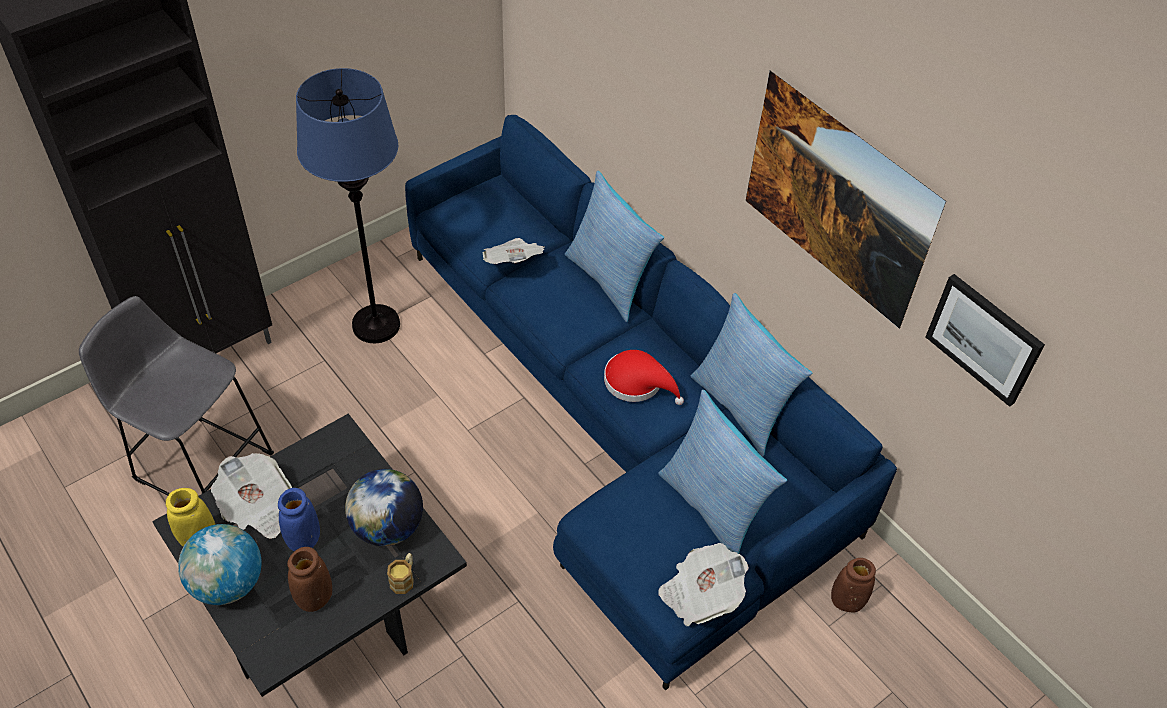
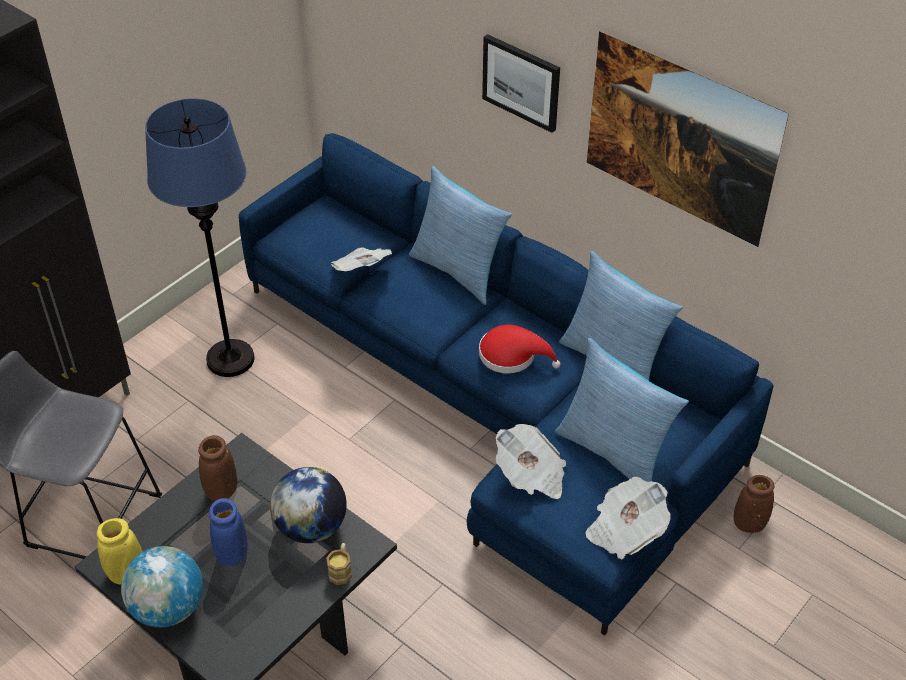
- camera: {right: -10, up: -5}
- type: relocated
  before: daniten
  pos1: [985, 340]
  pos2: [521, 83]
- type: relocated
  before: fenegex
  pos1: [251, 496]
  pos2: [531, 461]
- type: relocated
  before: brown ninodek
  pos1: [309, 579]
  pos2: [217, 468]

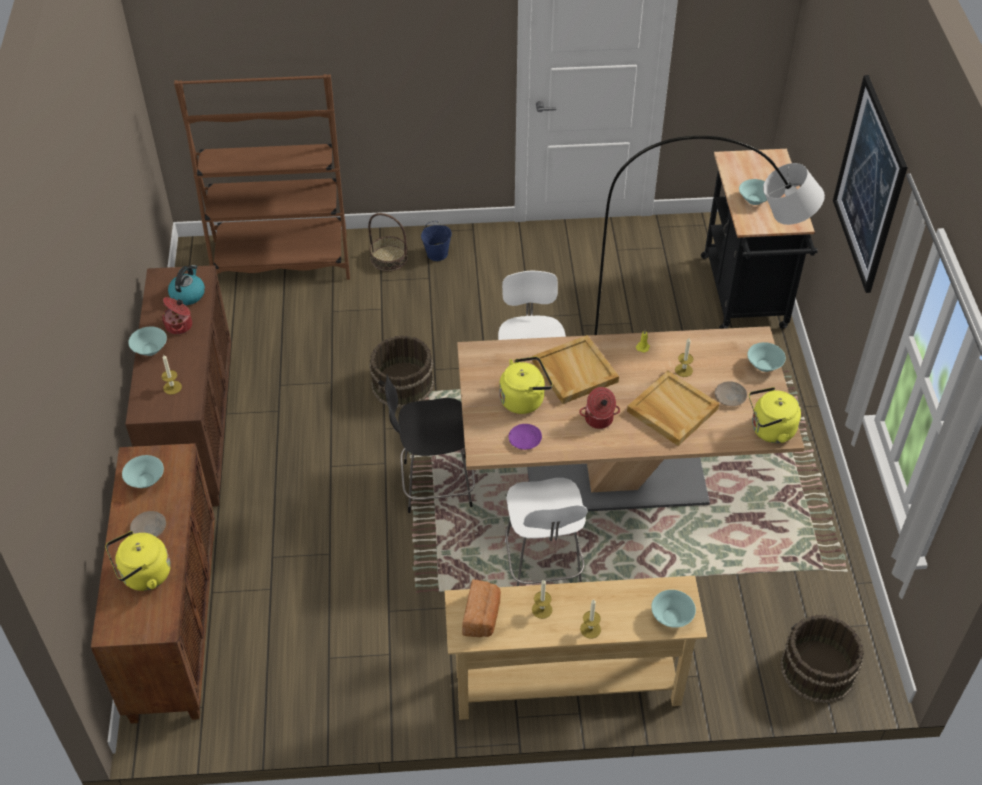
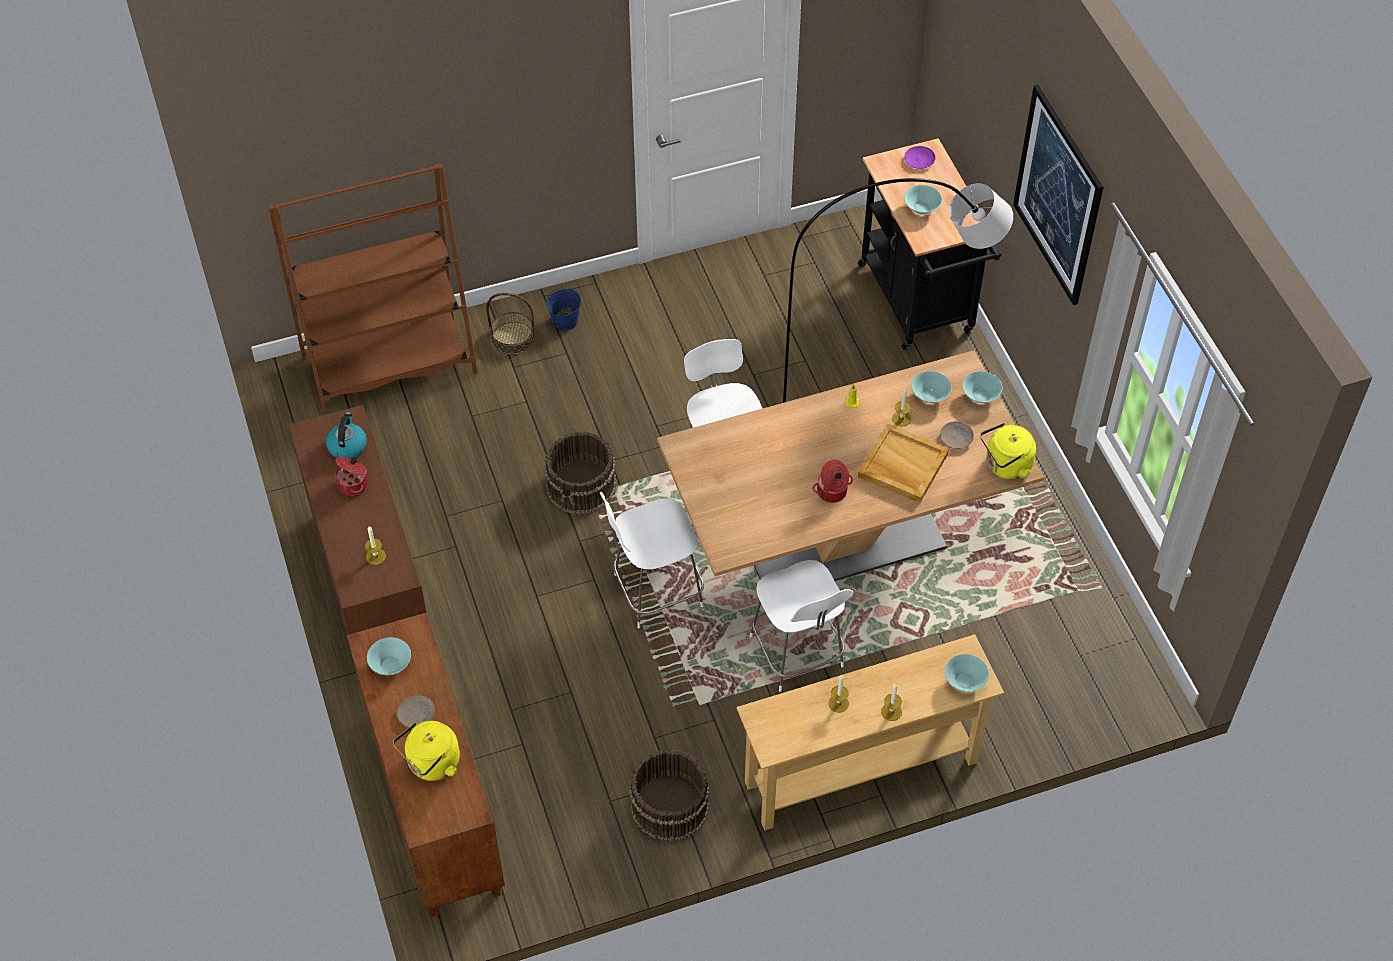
- camera: {right: -15, up: 5}
- type: relocated
  before: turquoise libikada
  pos1: [147, 341]
  pos2: [931, 387]
- type: missing
  before: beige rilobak
  pos1: [575, 369]
- type: missing
  before: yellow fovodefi
  pos1: [526, 385]
- type: colour
  before: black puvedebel
  after: white puvedebel
  pos1: [430, 443]
  pos2: [652, 560]
- type: relocated
  before: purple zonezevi
  pos1: [525, 437]
  pos2: [920, 157]
- type: missing
  before: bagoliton
  pos1: [481, 608]
- type: relocated
  before: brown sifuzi
  pos1: [822, 658]
  pos2: [669, 795]

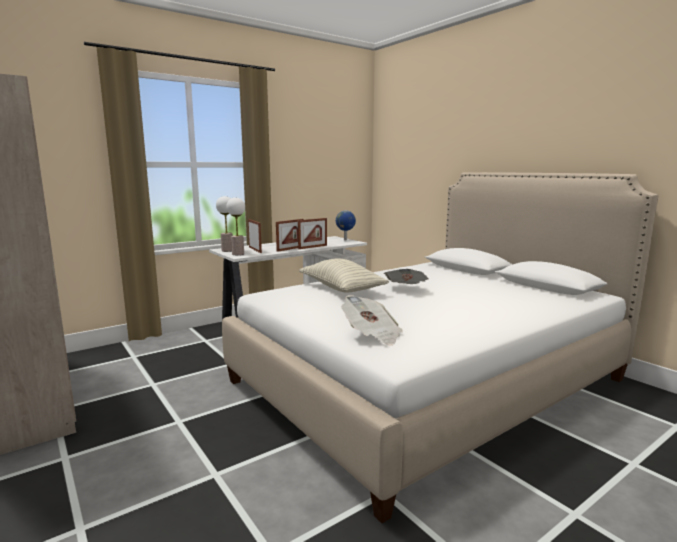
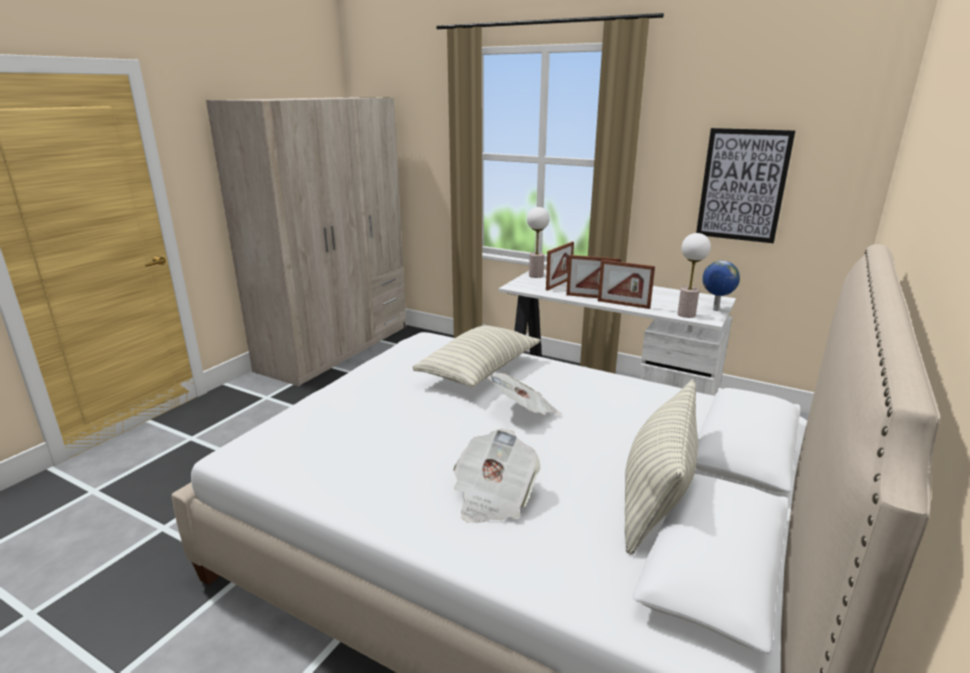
- camera: {right: 65, up: 10}
- type: relocated
  before: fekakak
  pos1: [235, 226]
  pos2: [694, 275]
- type: relocated
  before: fenegex
  pos1: [372, 320]
  pos2: [497, 476]
- type: appeared
  after: daniten
  pos2: [745, 185]
- type: appeared
  after: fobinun
  pos2: [661, 467]

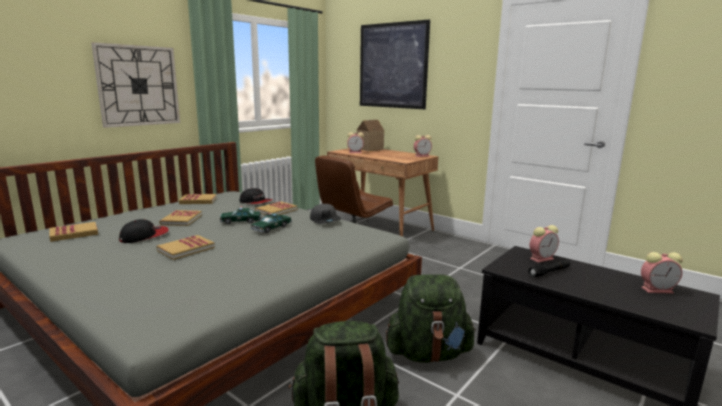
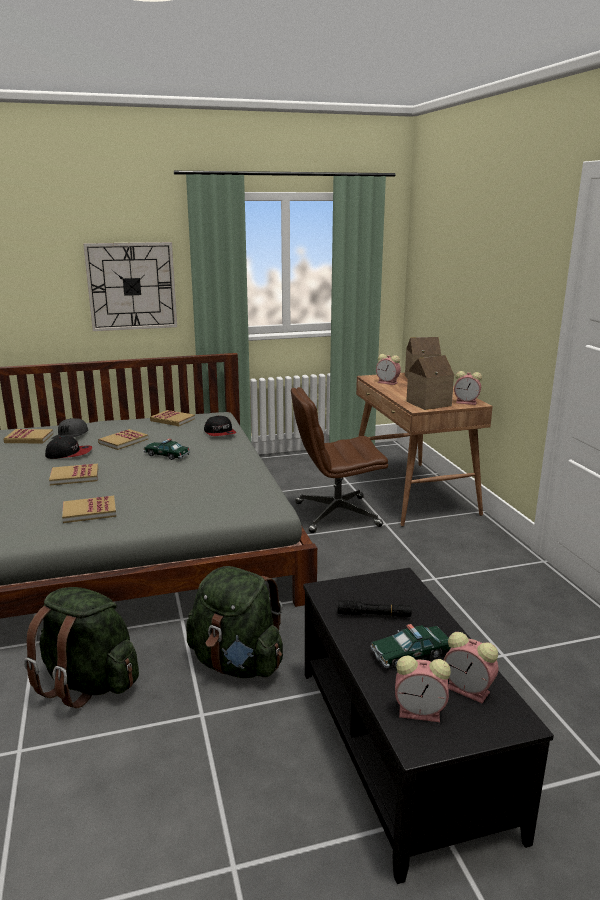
- camera: {right: 35, up: 5}
- type: missing
  before: daniten
  pos1: [395, 64]
- type: relocated
  before: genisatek
  pos1: [276, 208]
  pos2: [89, 509]
- type: relocated
  before: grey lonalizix
  pos1: [325, 214]
  pos2: [69, 428]
- type: relocated
  before: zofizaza
  pos1: [271, 223]
  pos2: [411, 646]
- type: relocated
  before: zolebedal
  pos1: [544, 244]
  pos2: [423, 688]
- type: appeared
  after: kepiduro
  pos2: [430, 382]

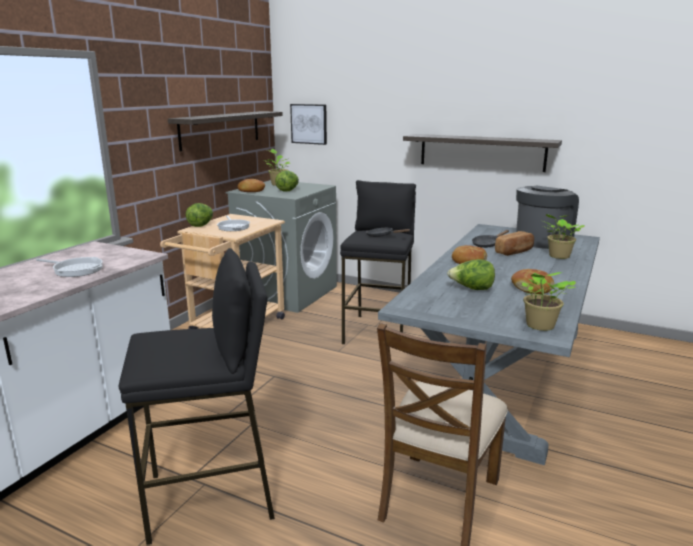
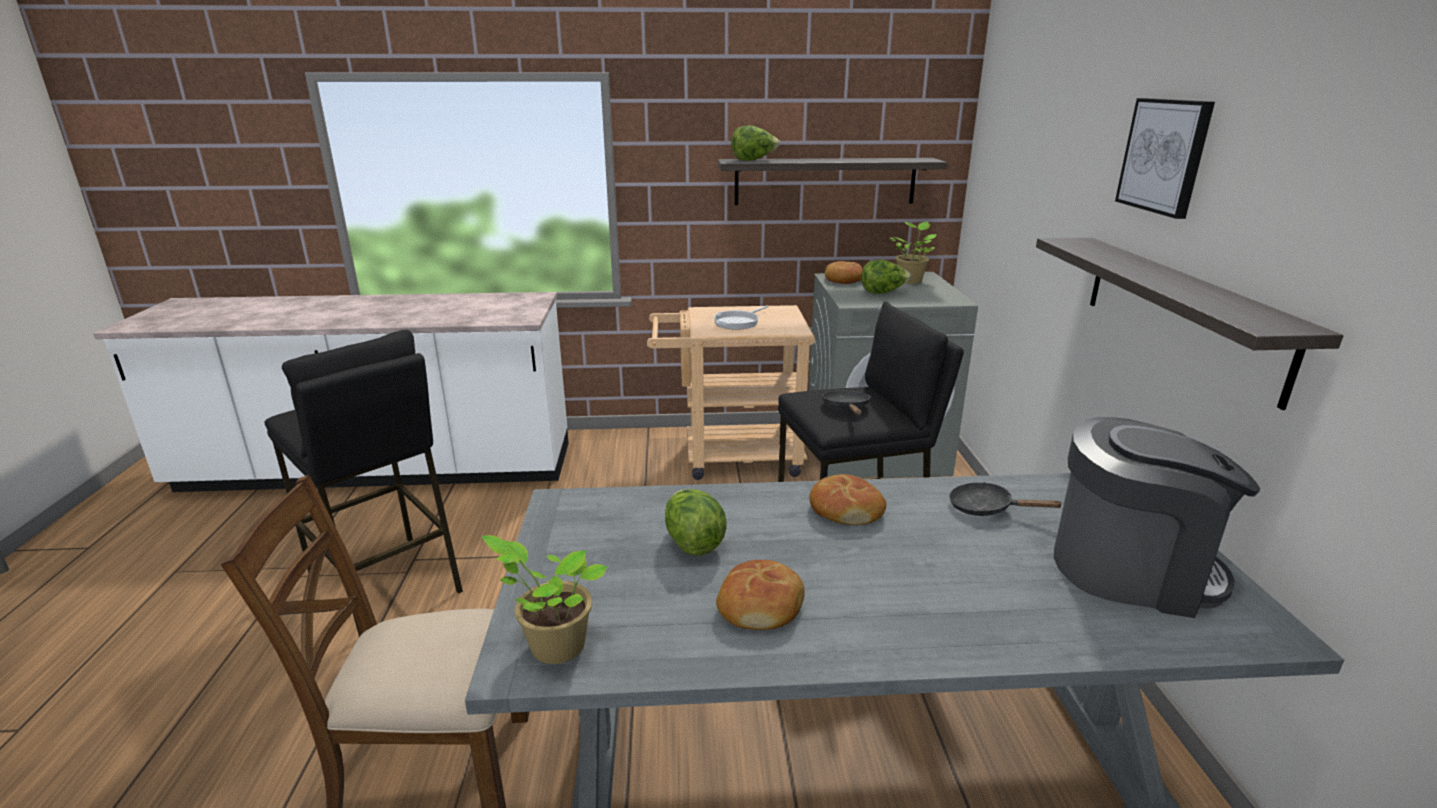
- camera: {right: 60, up: 5}
- type: relocated
  before: daniten
  pos1: [308, 124]
  pos2: [1165, 158]
- type: relocated
  before: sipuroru
  pos1: [199, 215]
  pos2: [755, 143]
- type: missing
  before: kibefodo
  pos1: [564, 236]
- type: missing
  before: bagoliton
  pos1: [514, 243]
- type: missing
  before: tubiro
  pos1: [69, 267]

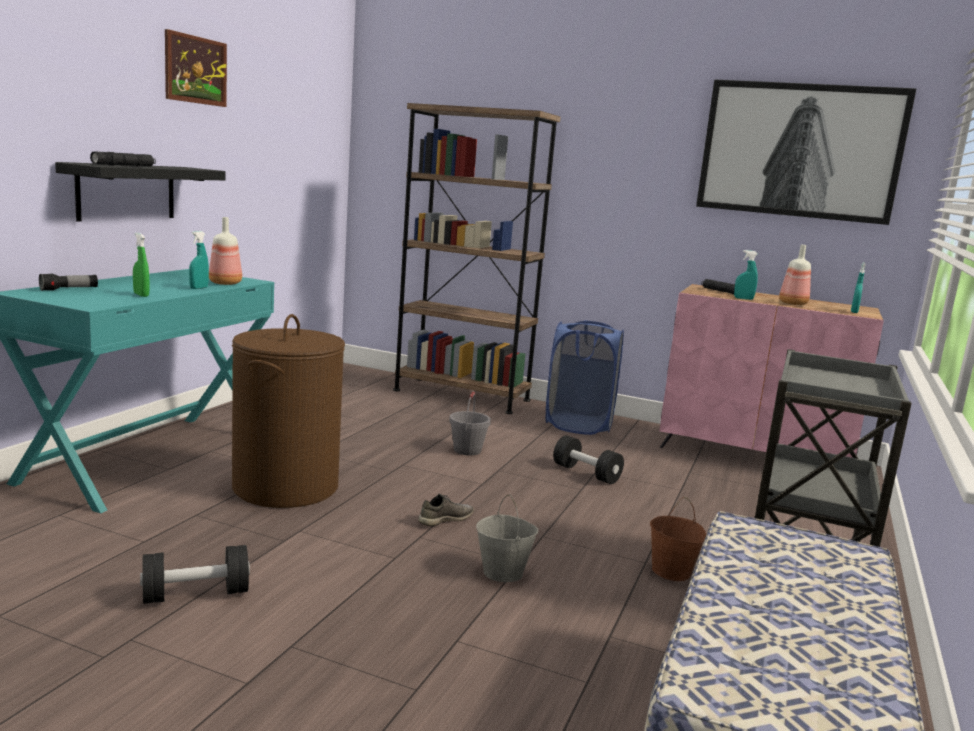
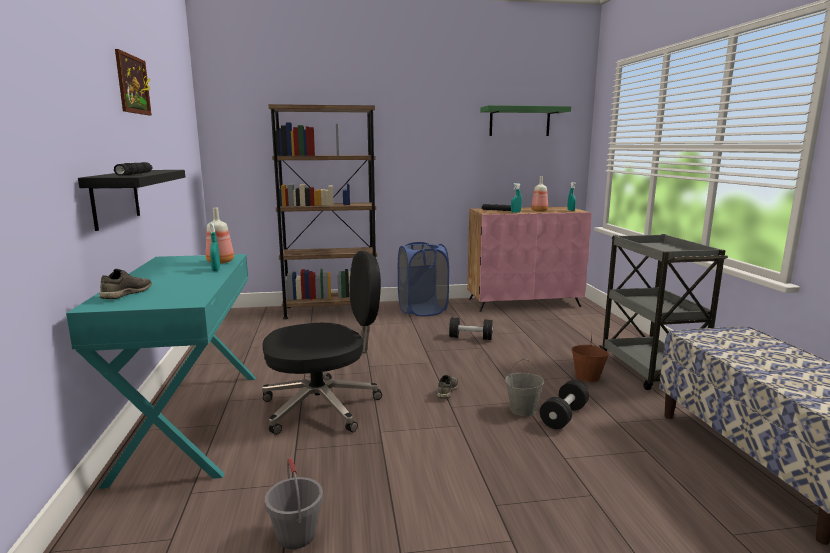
- camera: {right: -30, up: 0}
- type: exchanged
  before: daniten
  after: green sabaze
  pos1: [806, 152]
  pos2: [525, 120]
- type: missing
  before: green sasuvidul
  pos1: [141, 265]
- type: exchanged
  before: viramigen
  after: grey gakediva
  pos1: [68, 282]
  pos2: [125, 284]
- type: exchanged
  before: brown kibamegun
  after: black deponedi
  pos1: [288, 411]
  pos2: [322, 343]
- type: relocated
  before: grey sifuzi
  pos1: [470, 423]
  pos2: [294, 503]
- type: relocated
  before: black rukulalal
  pos1: [195, 574]
  pos2: [564, 404]

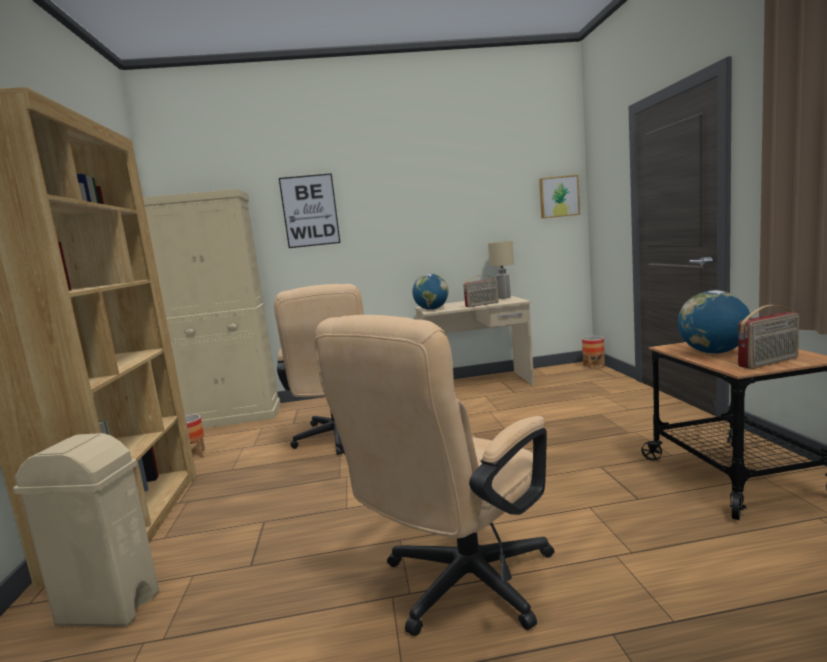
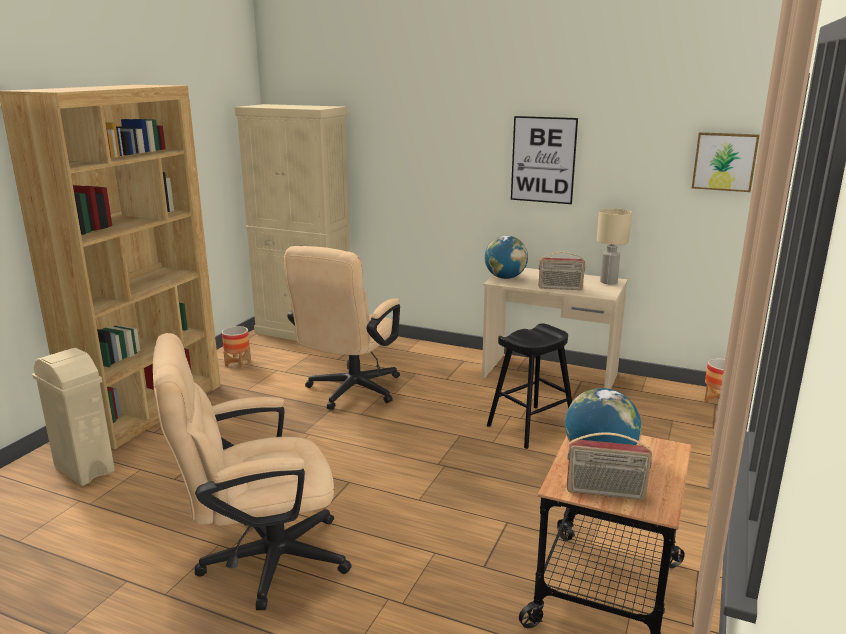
- camera: {right: 30, up: 10}
- type: relocated
  before: daniten
  pos1: [310, 210]
  pos2: [544, 160]
- type: appeared
  after: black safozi
  pos2: [529, 386]

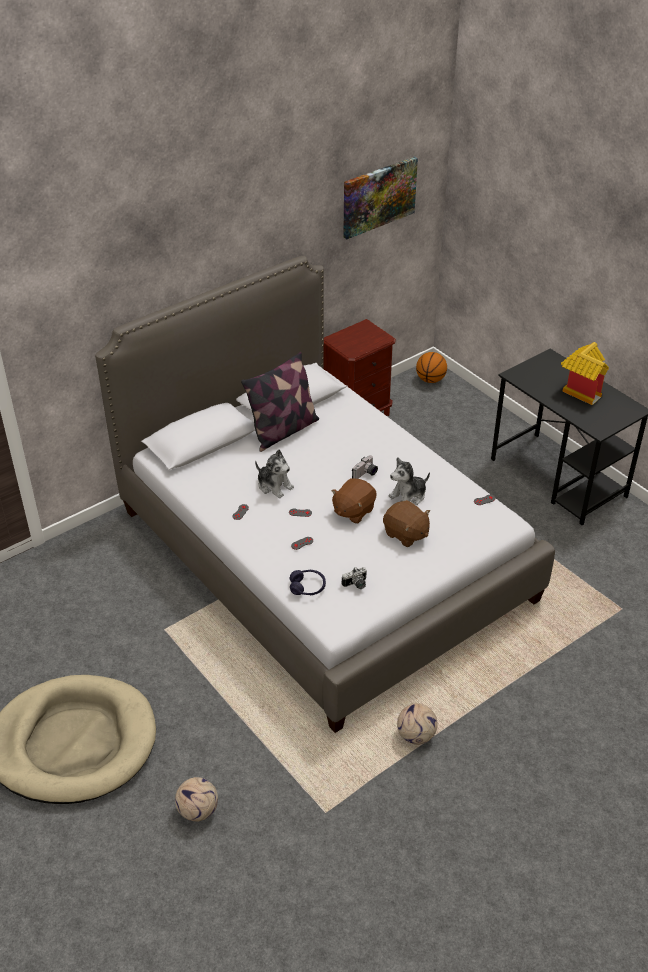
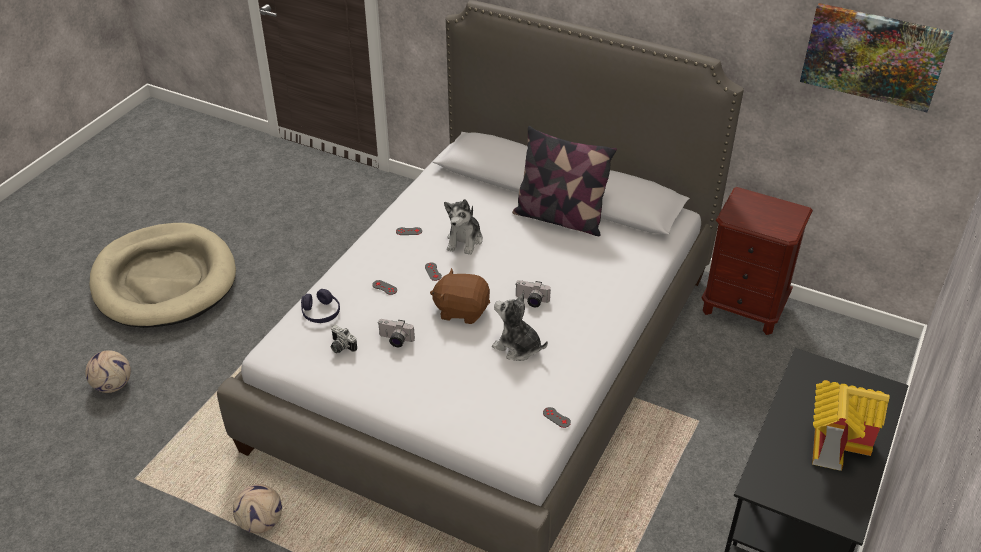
- camera: {right: 65, up: 0}
- type: missing
  before: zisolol
  pos1: [431, 367]
- type: missing
  before: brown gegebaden
  pos1: [406, 523]
- type: appeared
  after: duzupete
  pos2: [396, 333]

